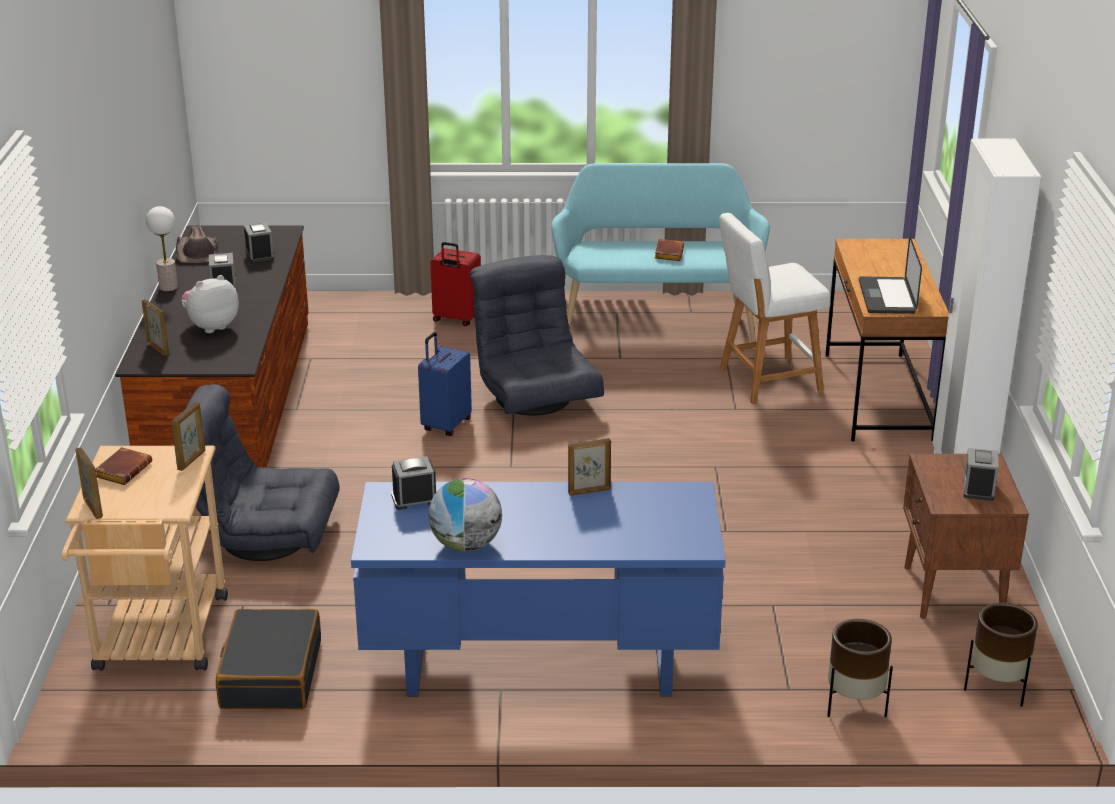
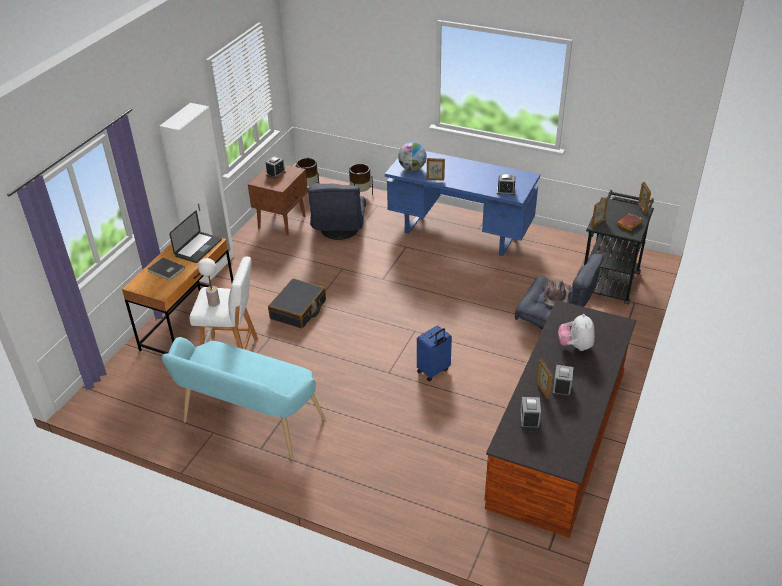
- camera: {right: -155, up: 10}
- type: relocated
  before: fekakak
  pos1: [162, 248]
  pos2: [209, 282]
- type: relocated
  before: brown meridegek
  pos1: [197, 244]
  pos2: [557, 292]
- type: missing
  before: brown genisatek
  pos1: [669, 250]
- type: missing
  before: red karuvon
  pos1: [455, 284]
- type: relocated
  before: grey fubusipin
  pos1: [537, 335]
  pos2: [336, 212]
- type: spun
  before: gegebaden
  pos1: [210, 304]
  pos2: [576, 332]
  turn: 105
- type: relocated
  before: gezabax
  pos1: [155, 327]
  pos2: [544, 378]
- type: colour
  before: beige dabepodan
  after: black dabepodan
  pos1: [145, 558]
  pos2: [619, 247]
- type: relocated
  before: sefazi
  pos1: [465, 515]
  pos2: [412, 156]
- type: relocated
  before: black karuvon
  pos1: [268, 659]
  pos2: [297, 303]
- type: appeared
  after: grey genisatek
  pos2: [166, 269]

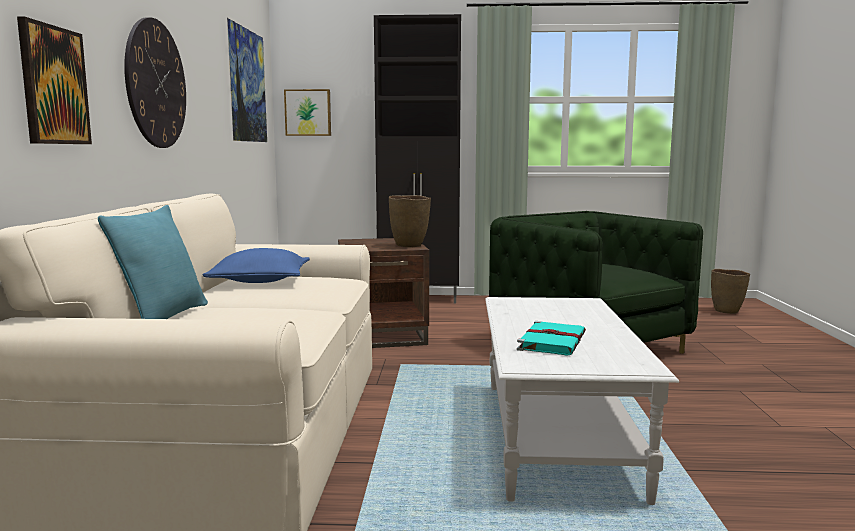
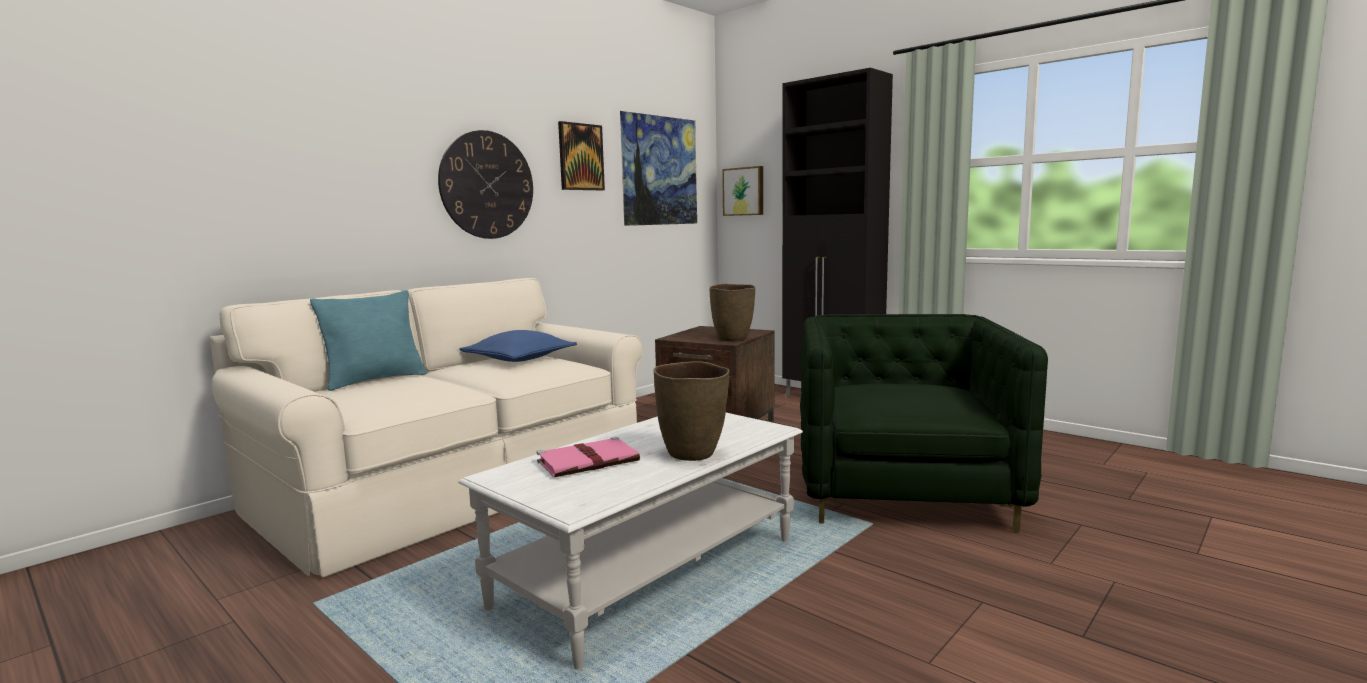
- camera: {right: 40, up: 0}
- type: relocated
  before: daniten
  pos1: [54, 80]
  pos2: [581, 155]
- type: relocated
  before: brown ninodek
  pos1: [730, 291]
  pos2: [692, 411]
- type: colour
  before: turquoise genisatek
  after: pink genisatek
  pos1: [551, 338]
  pos2: [588, 457]

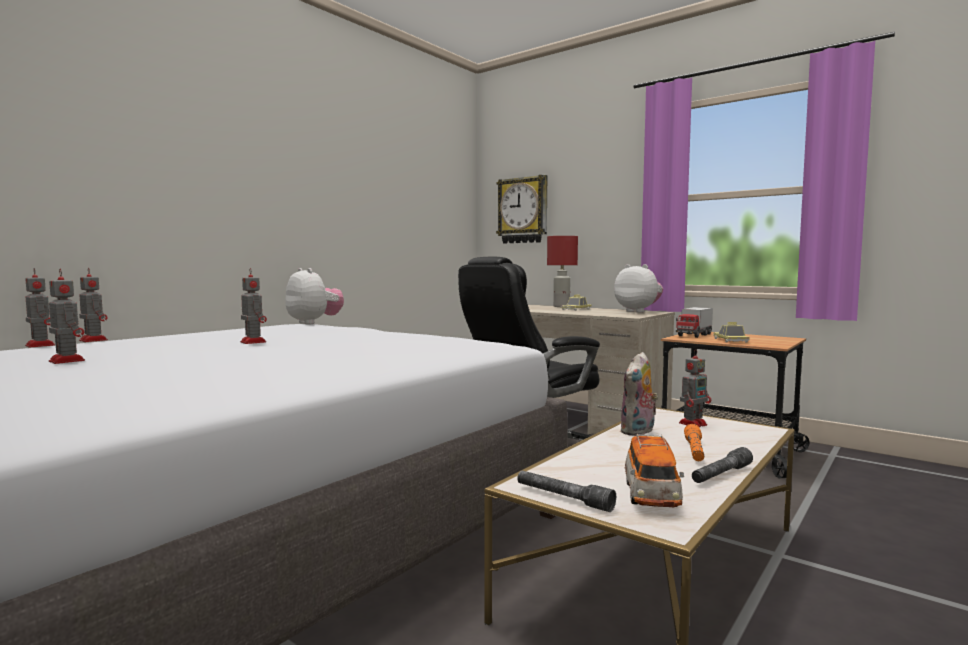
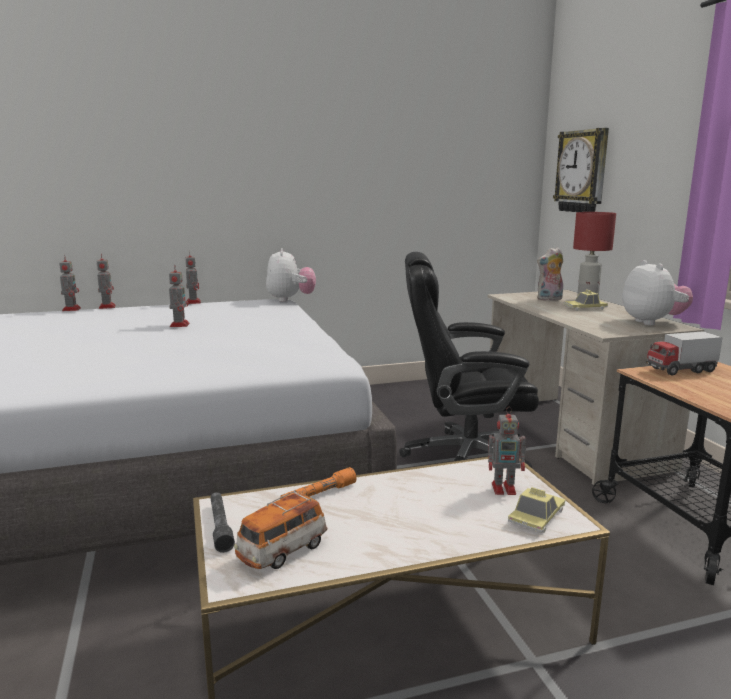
- camera: {right: 35, up: 10}
- type: relocated
  before: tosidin
  pos1: [67, 316]
  pos2: [193, 277]
- type: relocated
  before: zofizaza
  pos1: [731, 332]
  pos2: [537, 510]
- type: relocated
  before: gegebaden
  pos1: [639, 394]
  pos2: [550, 274]
- type: relocated
  before: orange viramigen
  pos1: [694, 442]
  pos2: [318, 483]
- type: missing
  before: grey viramigen
  pos1: [722, 465]

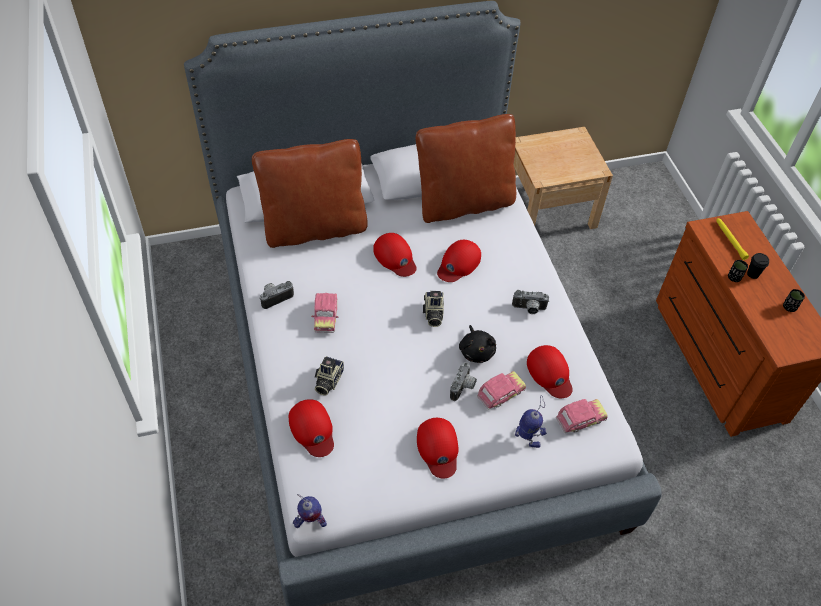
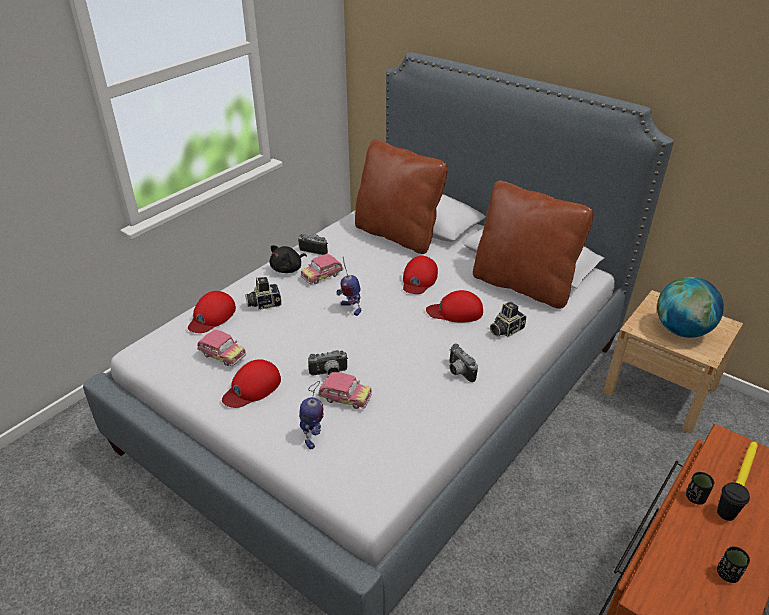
- camera: {right: 55, up: -15}
- type: relocated
  before: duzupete
  pos1: [433, 309]
  pos2: [508, 319]
- type: relocated
  before: black gegebaden
  pos1: [477, 344]
  pos2: [288, 259]
- type: missing
  before: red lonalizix
  pos1: [550, 371]
- type: relocated
  before: zofizaza
  pos1: [582, 416]
  pos2: [221, 348]
- type: relocated
  before: tosidin
  pos1: [310, 511]
  pos2: [349, 286]
- type: appeared
  after: sefazi
  pos2: [690, 307]

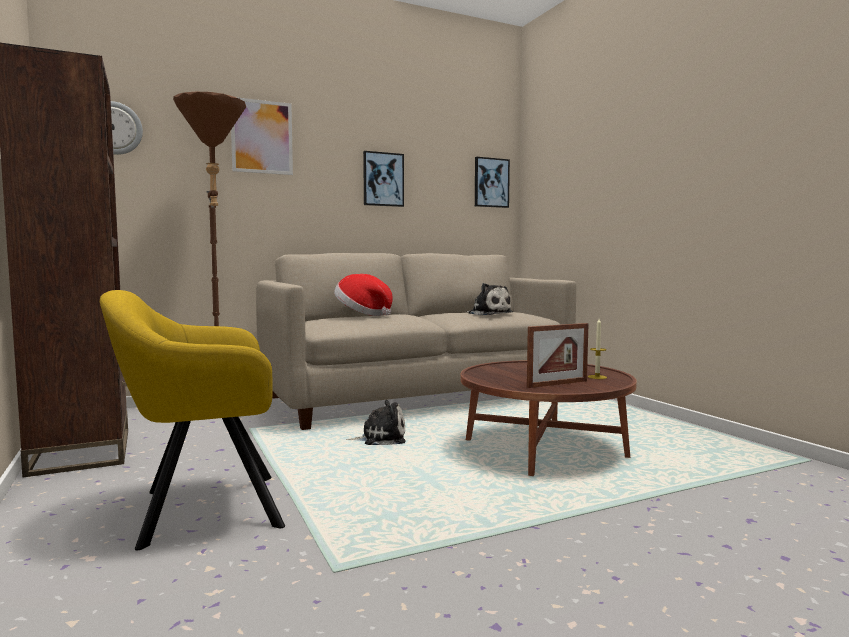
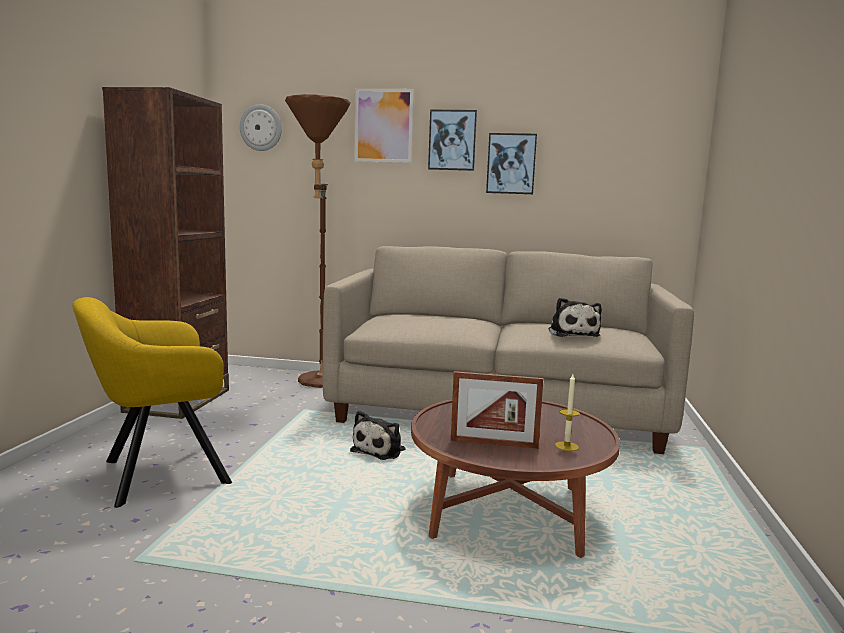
- camera: {right: 35, up: 5}
- type: relocated
  before: daniten
  pos1: [492, 182]
  pos2: [452, 140]
- type: missing
  before: meridegek
  pos1: [363, 295]
- type: spun
  before: yellow fubusipin
  pos1: [192, 420]
  pos2: [152, 402]
  turn: -45
- type: spun
  before: gegebaden
  pos1: [375, 422]
  pos2: [378, 435]
  turn: 90

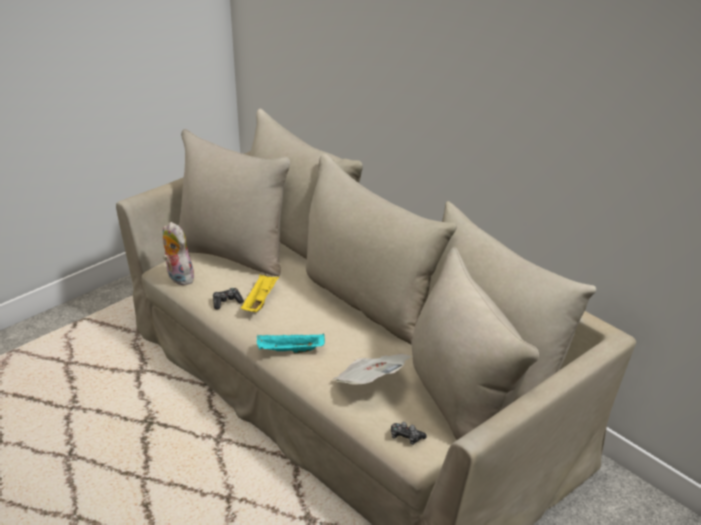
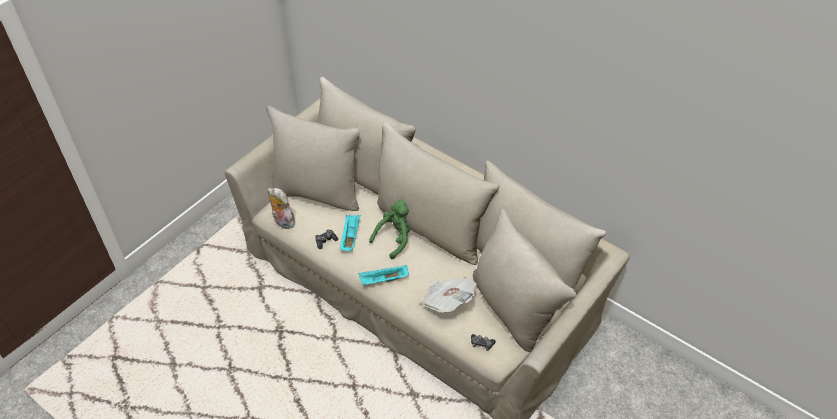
- camera: {right: -10, up: 15}
- type: colour
  before: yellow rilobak
  after: turquoise rilobak
  pos1: [260, 293]
  pos2: [350, 233]
- type: appeared
  after: green gegebaden
  pos2: [390, 229]

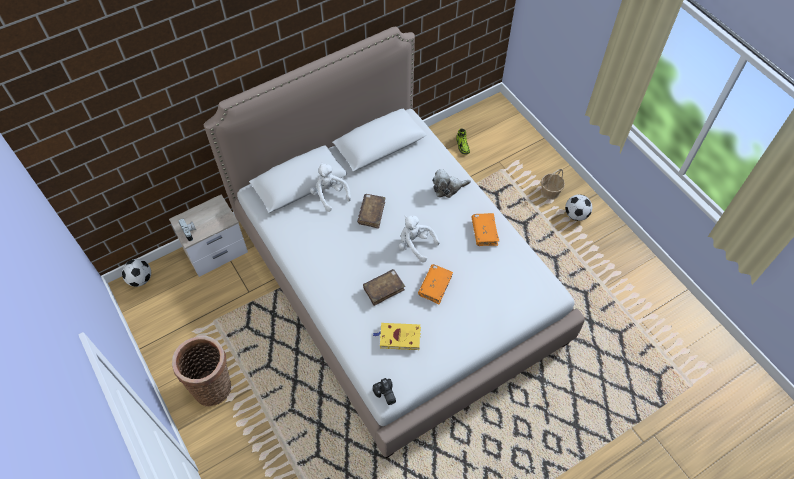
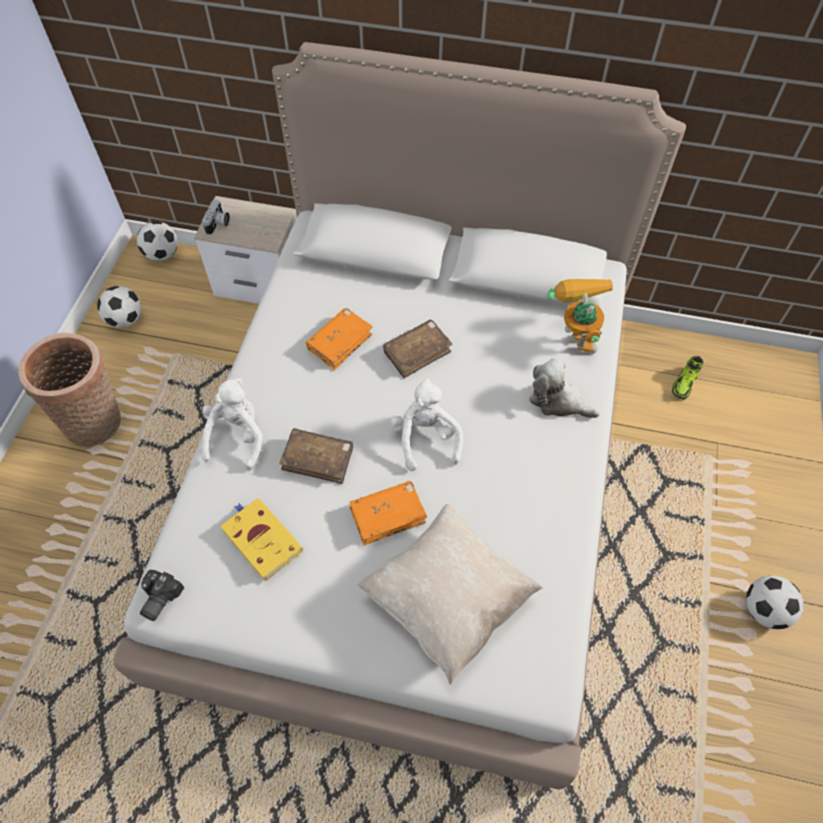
- camera: {right: 45, up: 0}
- type: relocated
  before: white gegebaden
  pos1: [330, 187]
  pos2: [232, 424]
- type: missing
  before: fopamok
  pos1: [553, 184]
- type: relocated
  before: orange genisatek
  pos1: [485, 229]
  pos2: [339, 339]
- type: appeared
  after: tosidin
  pos2: [580, 316]
- type: appeared
  after: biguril
  pos2: [119, 307]
- type: appeared
  after: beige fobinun
  pos2: [450, 594]

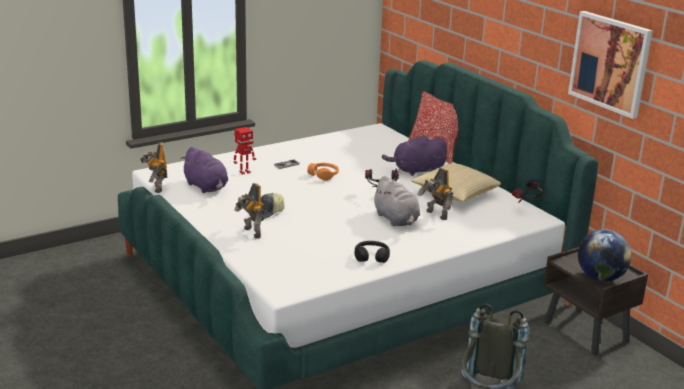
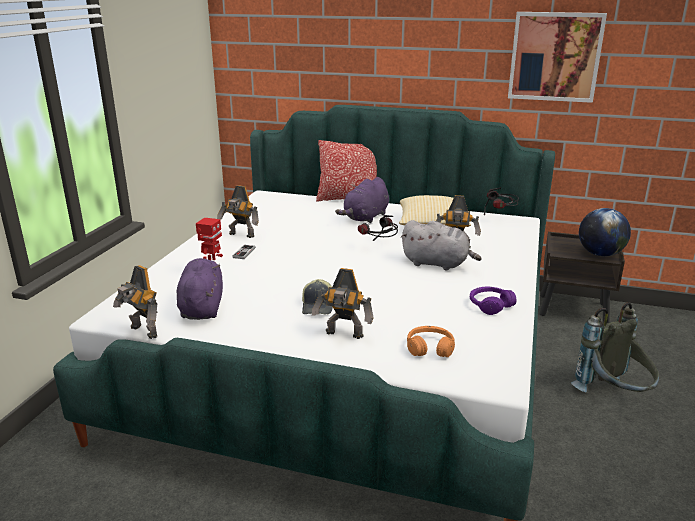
- camera: {right: -40, up: 0}
- type: spun
  before: purple gegebaden
  pos1: [204, 170]
  pos2: [200, 289]
  turn: -105
- type: relocated
  before: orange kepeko
  pos1: [323, 172]
  pos2: [431, 341]
- type: colour
  before: black kepeko
  after: purple kepeko
  pos1: [372, 252]
  pos2: [493, 301]
- type: appeared
  after: tosidin
  pos2: [238, 211]

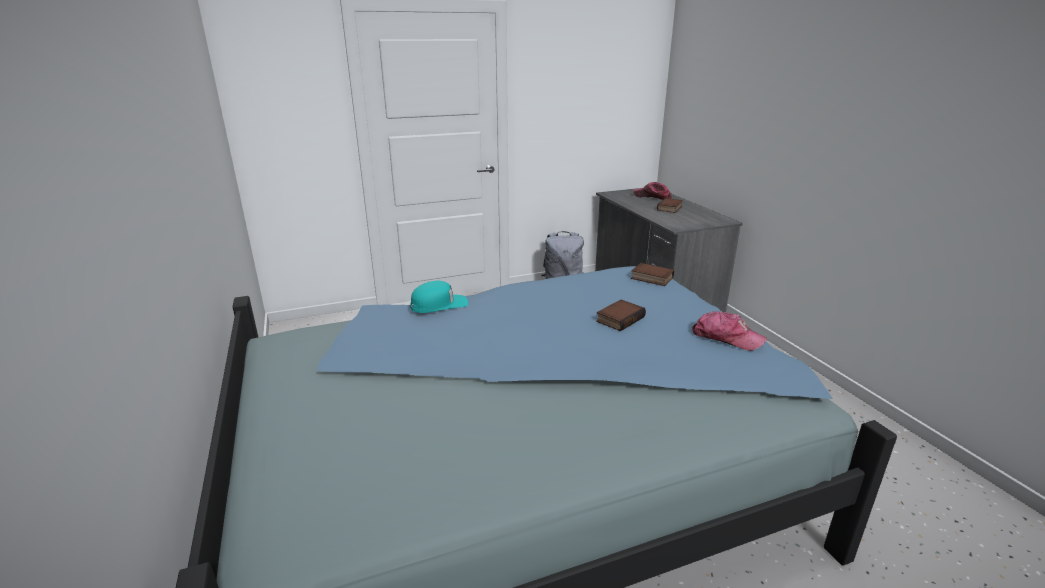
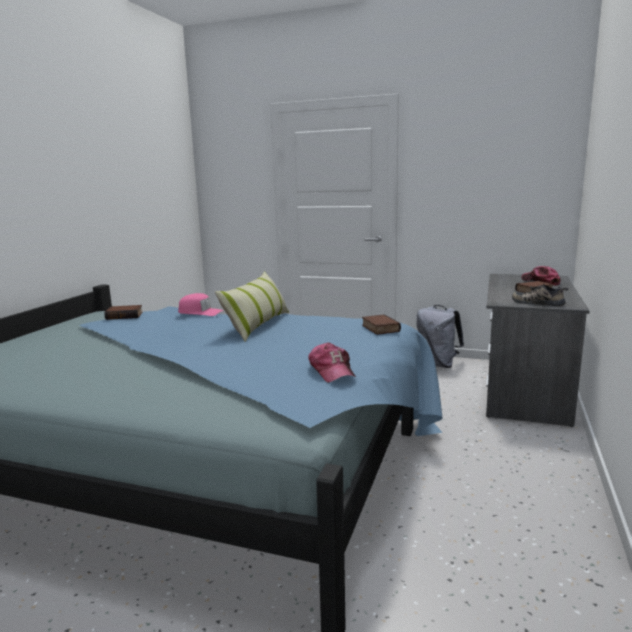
- camera: {right: 40, up: -10}
- type: colour
  before: turquoise lonalizix
  after: pink lonalizix
  pos1: [439, 297]
  pos2: [201, 304]
- type: relocated
  before: genisatek
  pos1: [621, 315]
  pos2: [123, 312]
- type: appeared
  after: fobinun
  pos2: [252, 306]
- type: appeared
  after: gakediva
  pos2: [540, 295]

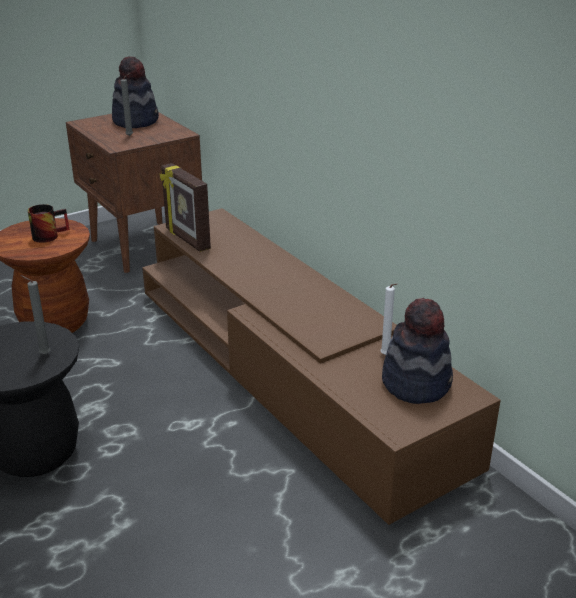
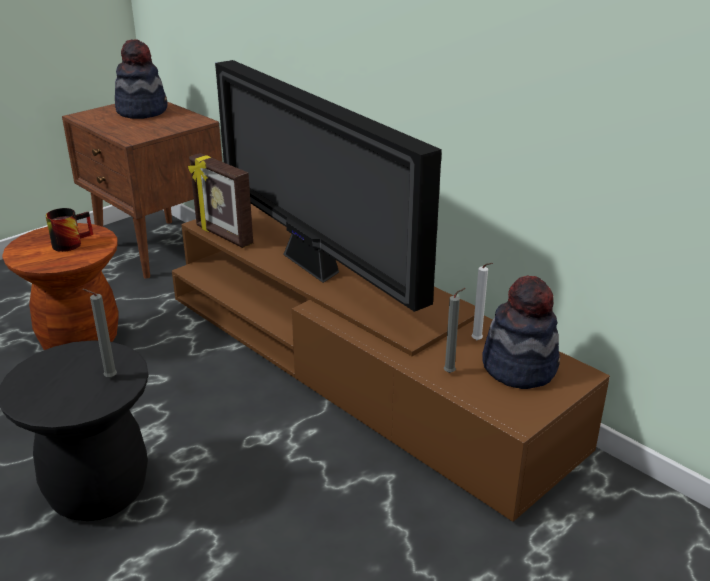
- camera: {right: -10, up: 0}
- type: relocated
  before: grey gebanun
  pos1: [127, 104]
  pos2: [454, 330]
- type: appeared
  after: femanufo
  pos2: [328, 186]

